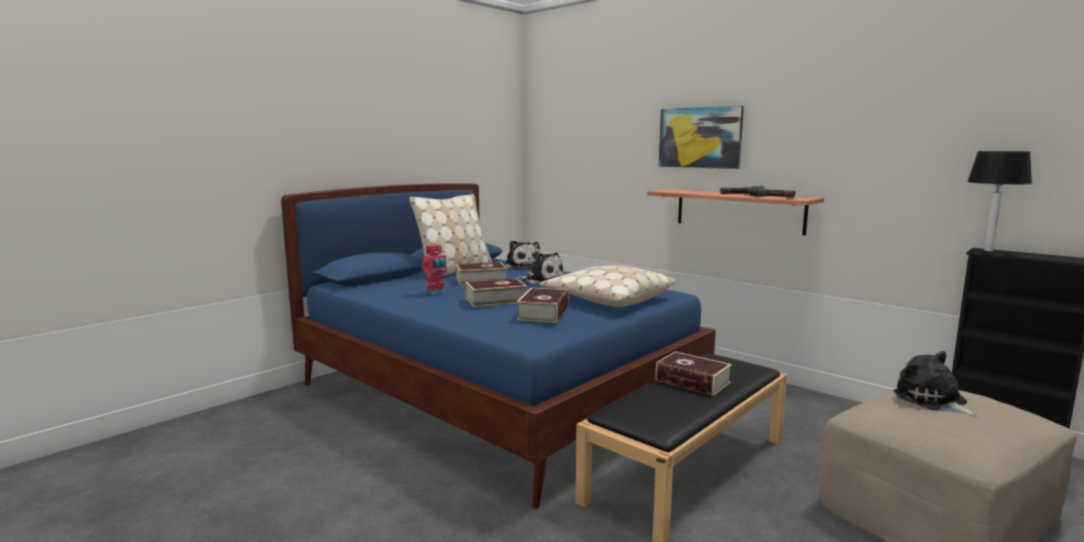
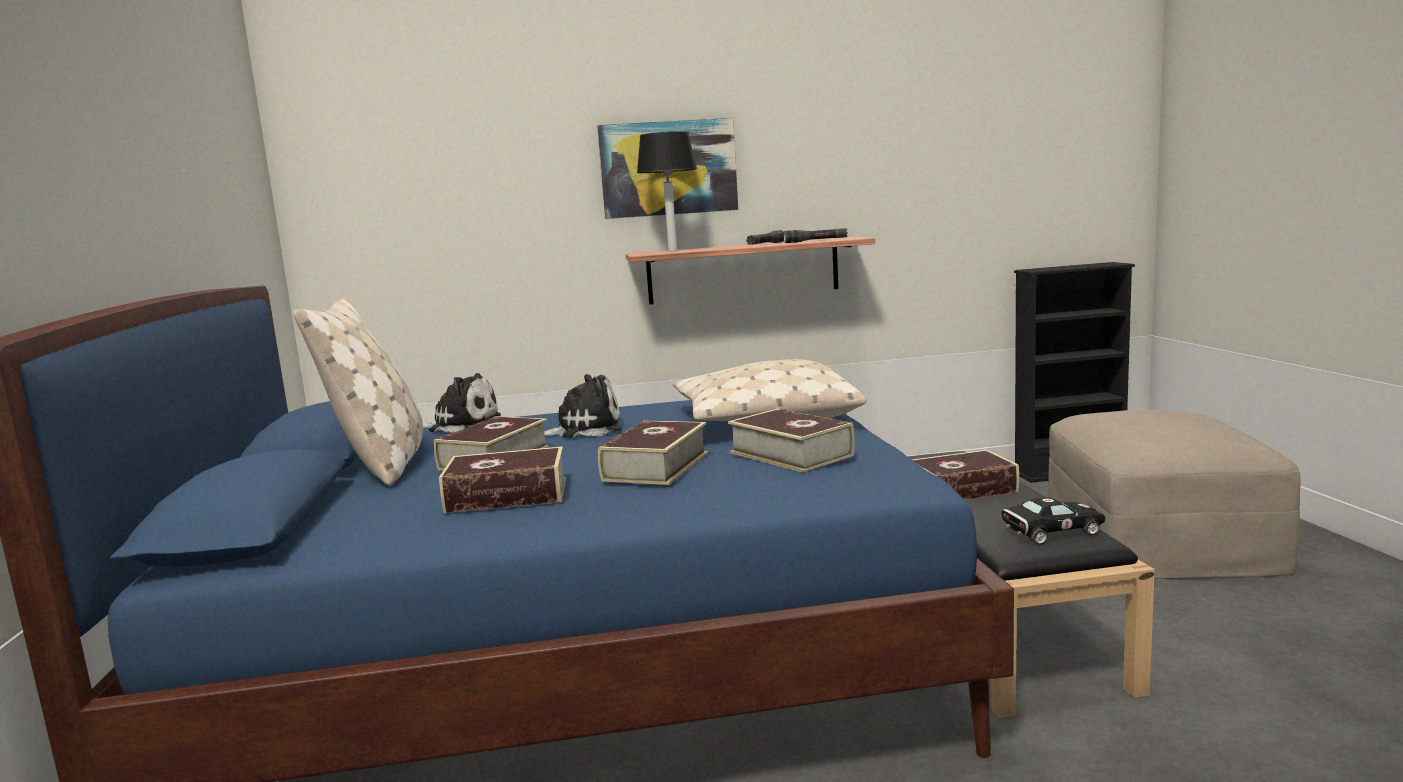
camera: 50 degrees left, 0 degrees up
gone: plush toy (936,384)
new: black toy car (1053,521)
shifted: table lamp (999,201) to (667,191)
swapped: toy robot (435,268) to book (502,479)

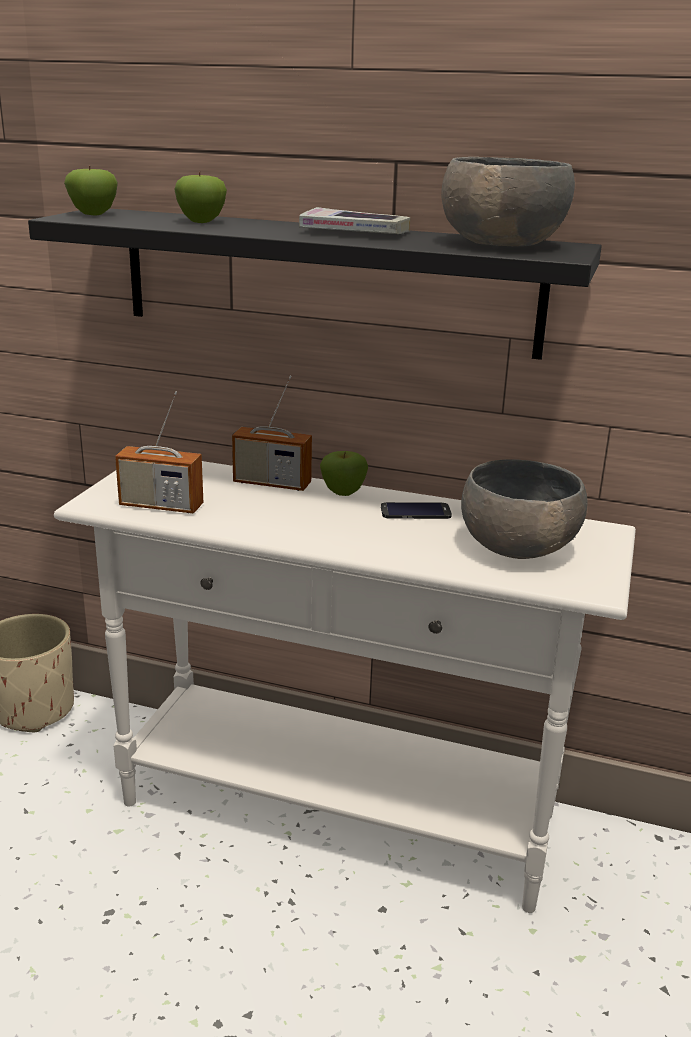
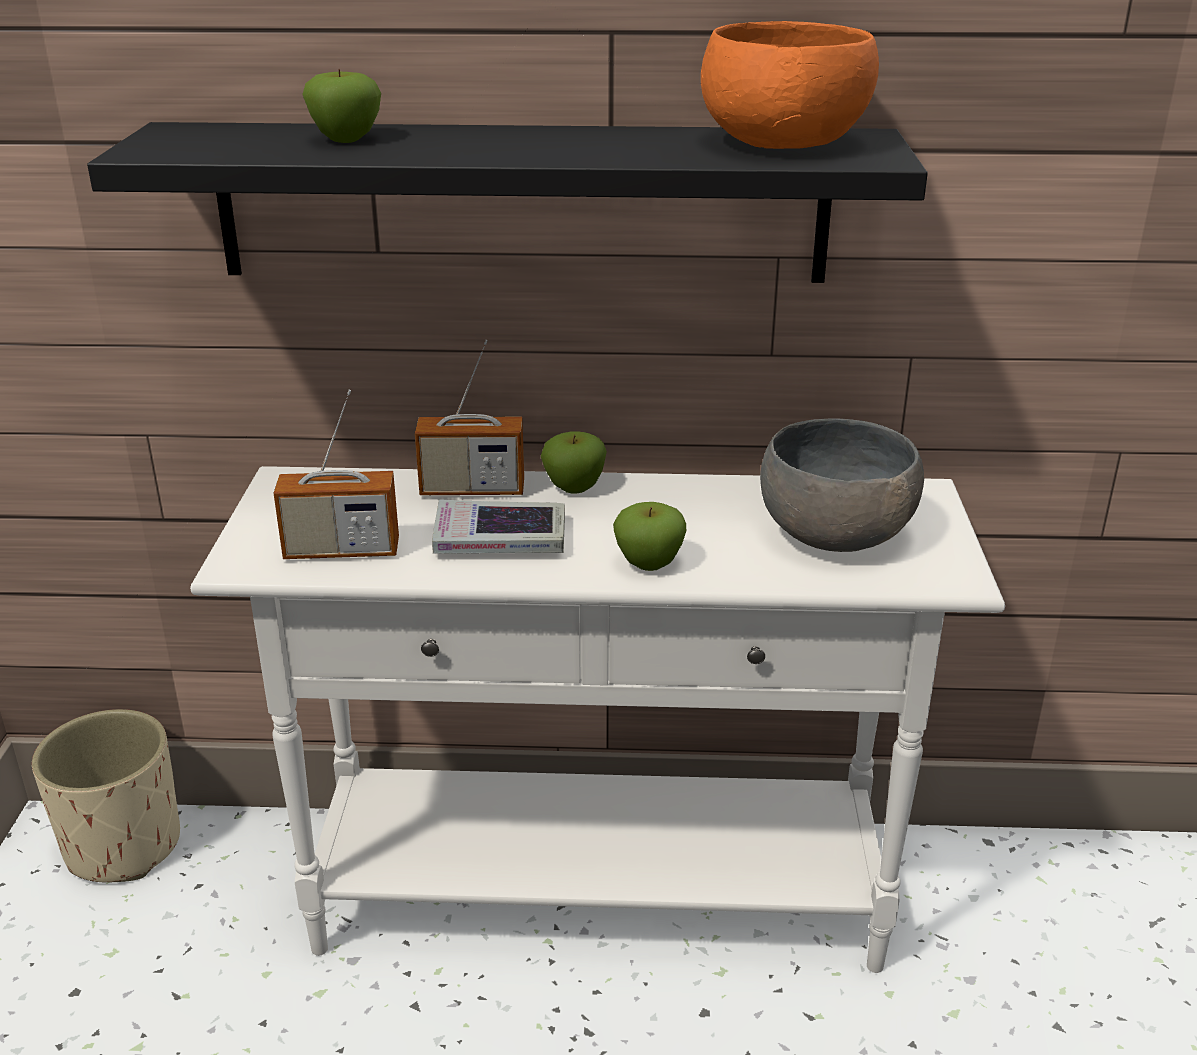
camera: 15 degrees left, 5 degrees up
gone: phone (416,510)
shifted: apple (91,190) to (649,536); book (354,220) to (498,526)
repainted: grey bowl (508,202) to orange bowl (790,85)

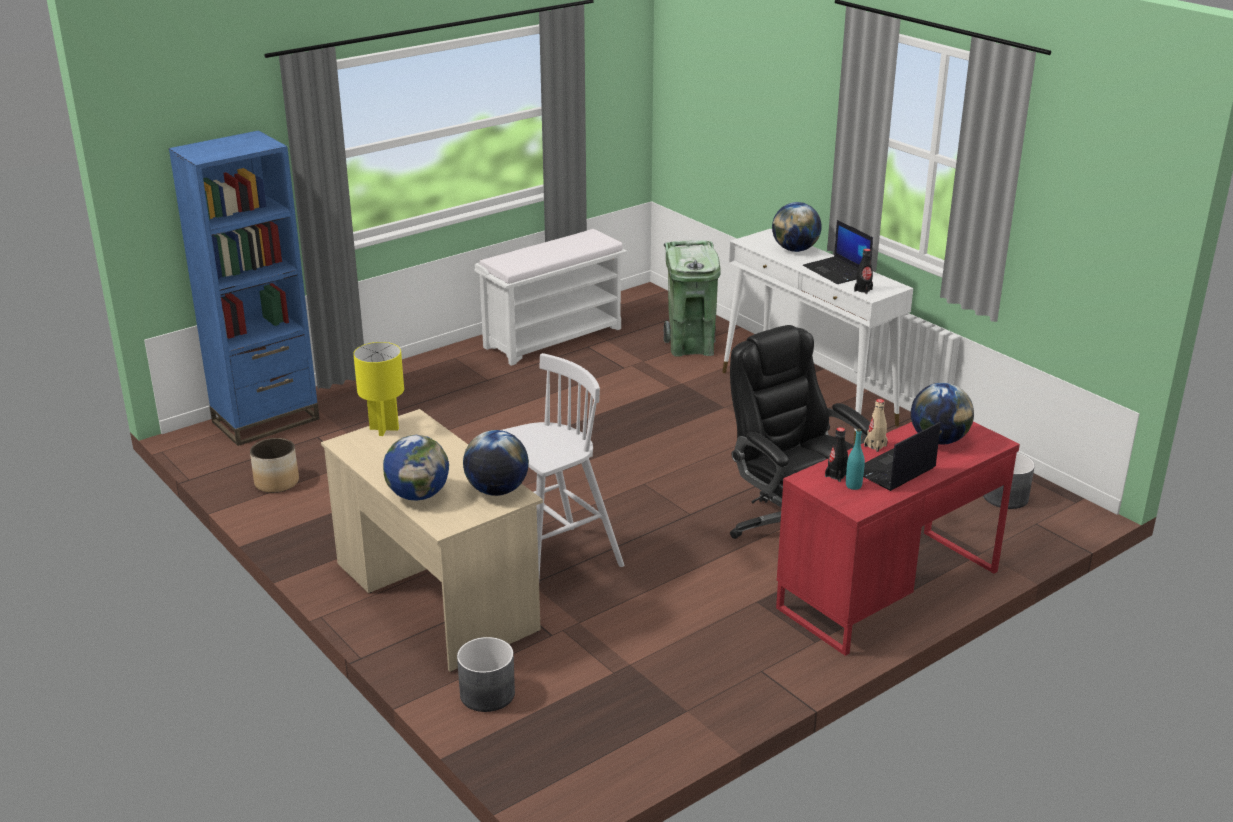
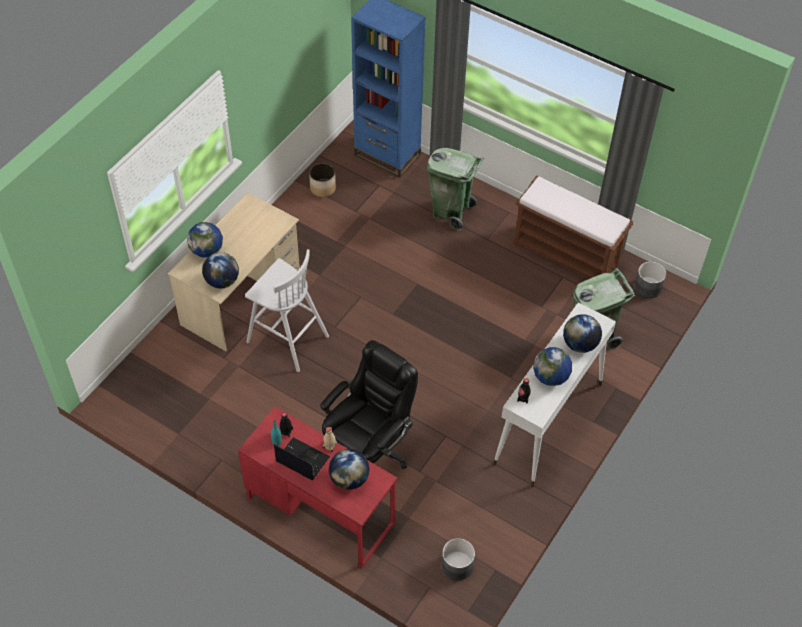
camera: 70 degrees right, 25 degrees up
gone: yellow table lamp (378,389)
new: green trash can (455,189)
shifted: grey planter (486,674) to (650,279)
swapped: laptop (838,252) to globe (552,366)
repainted: white bench (550,297) to brown bench (573,227)

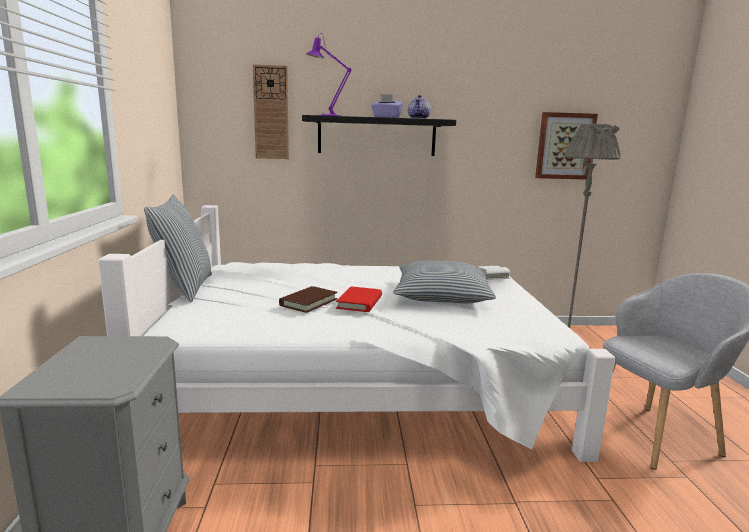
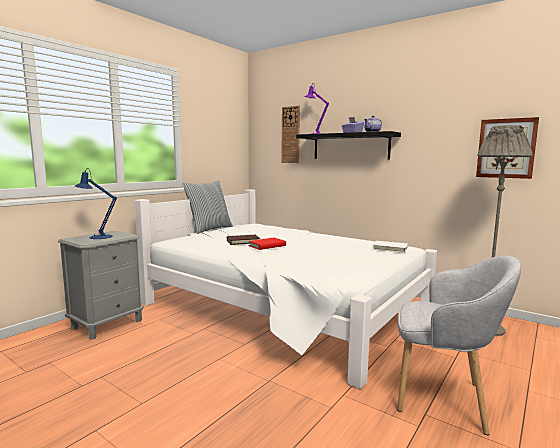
camera: 40 degrees right, 5 degrees down
gone: pillow (444,282)
new: blue table lamp (96,203)

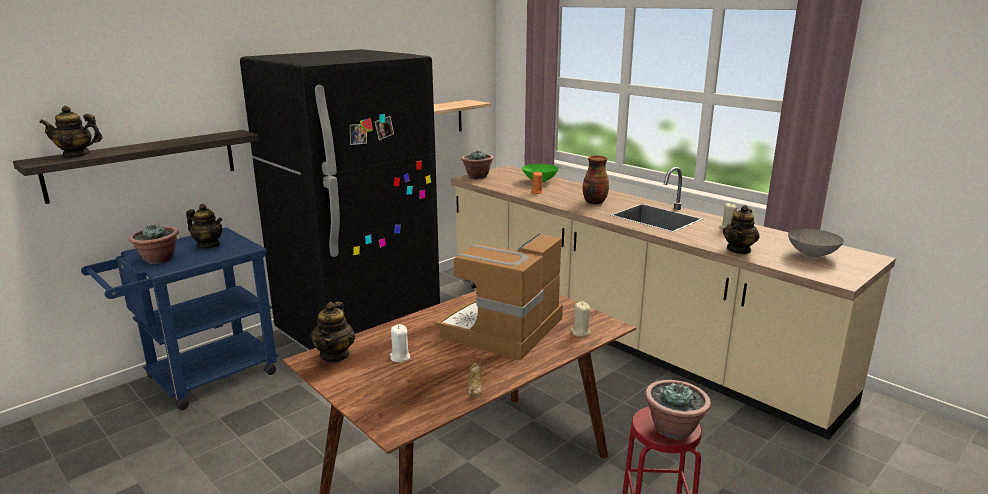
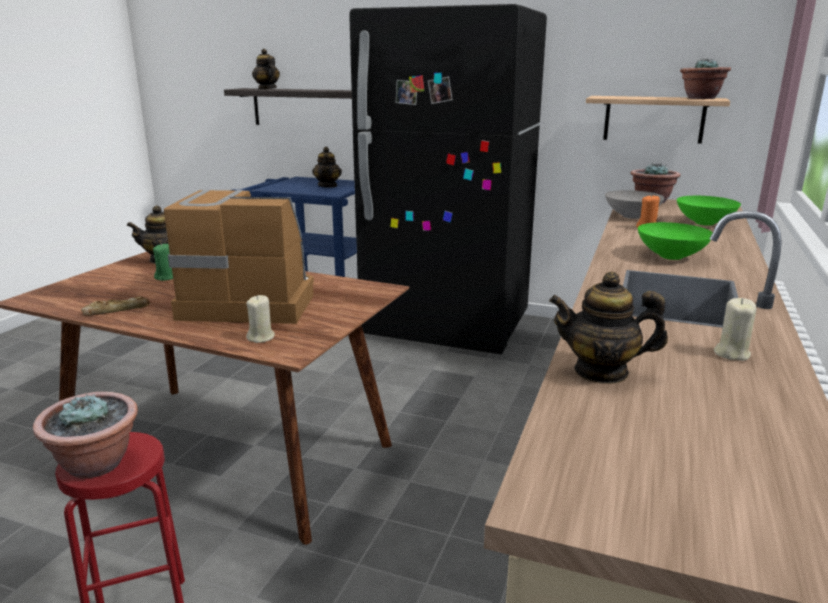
camera: 65 degrees right, 0 degrees up
shifted: potted plant (154,244) to (705,78); grey bowl (816,243) to (635,204)
swapped: vase (596,180) to green bowl (675,241)
repainted: white candle (400,343) to green candle (163,262)

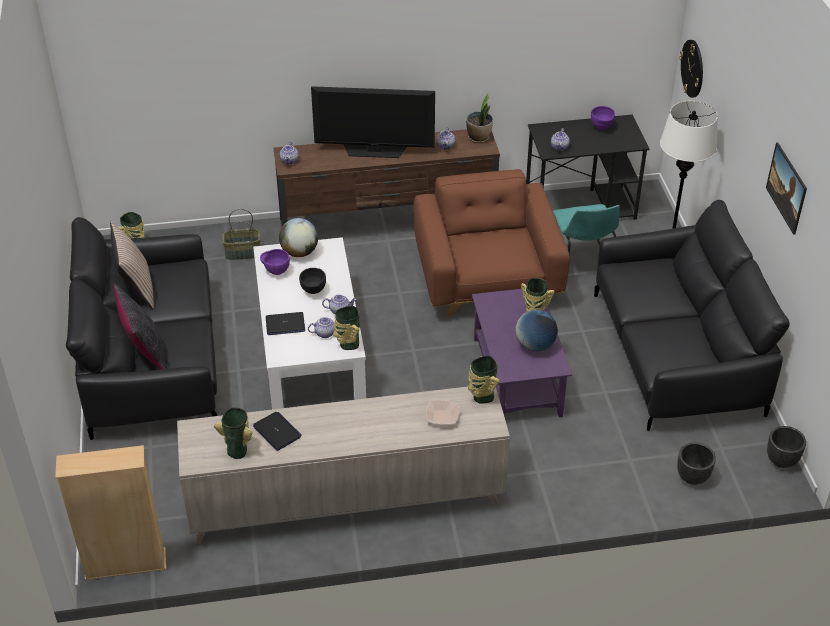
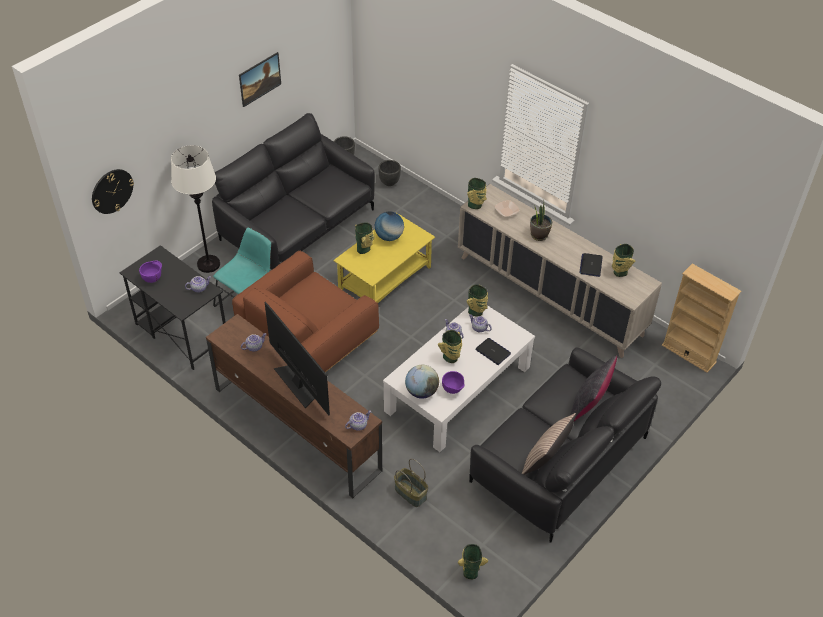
camera: 130 degrees left, 5 degrees up
shifted: potted plant (479,118) to (541,220)
swapped: black bowl (312,281) to vase (450,346)
repainted: purple coffee table (522,353) to yellow coffee table (384,258)

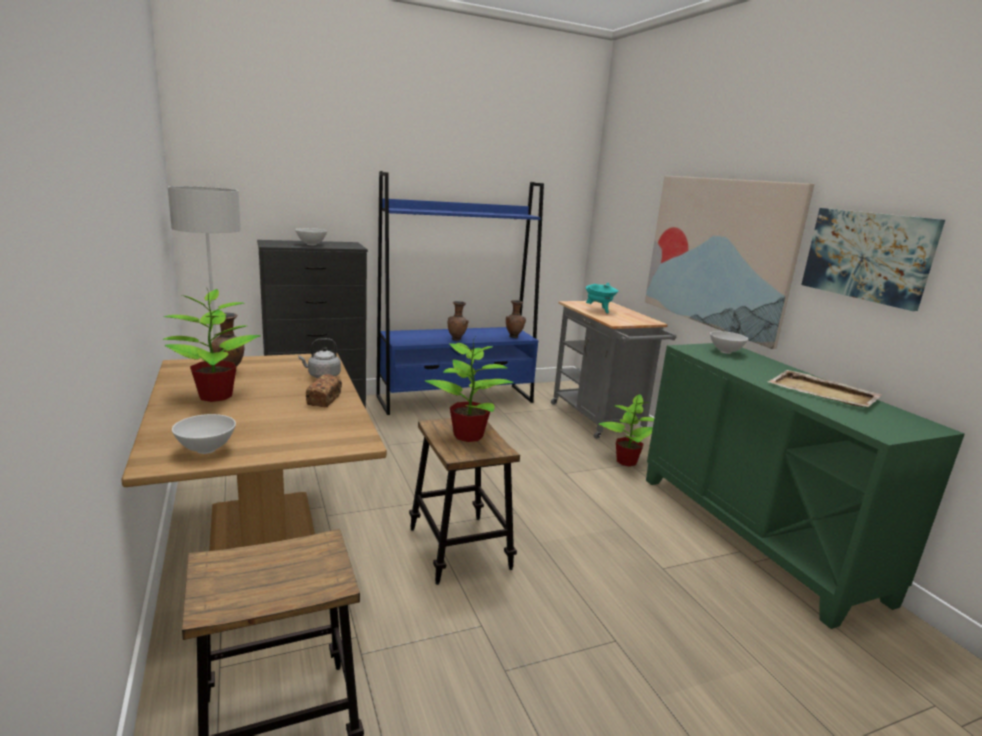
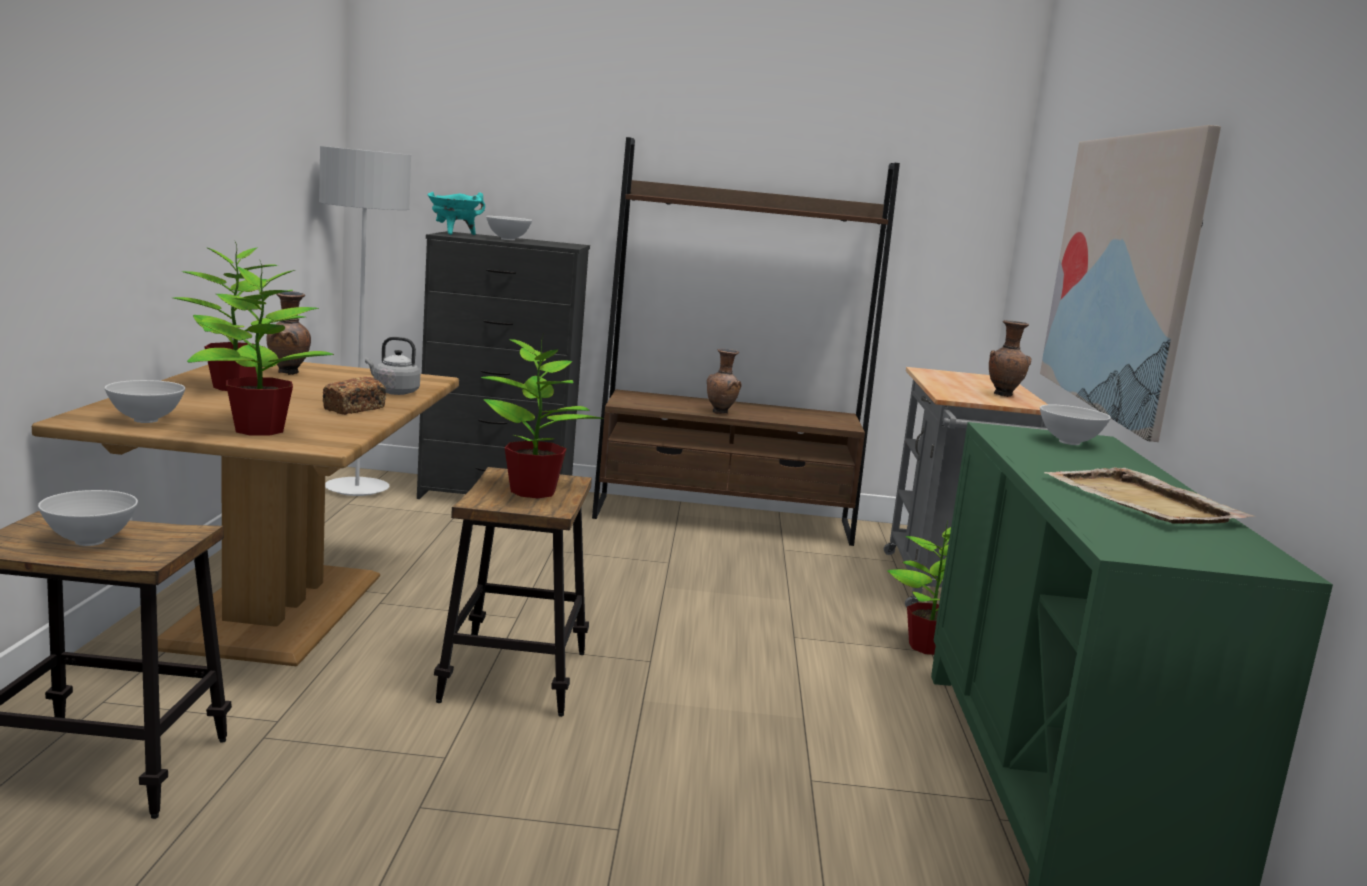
camera: 25 degrees right, 5 degrees down
gone: picture (873,259)
new: white bowl (88,518); potted plant (260,347)
shifted: brown vase (516,319) to (1010,358); turquoise cooking pot (602,298) to (456,213)
repainted: blue bookcase (460,293) to brown bookcase (746,341)

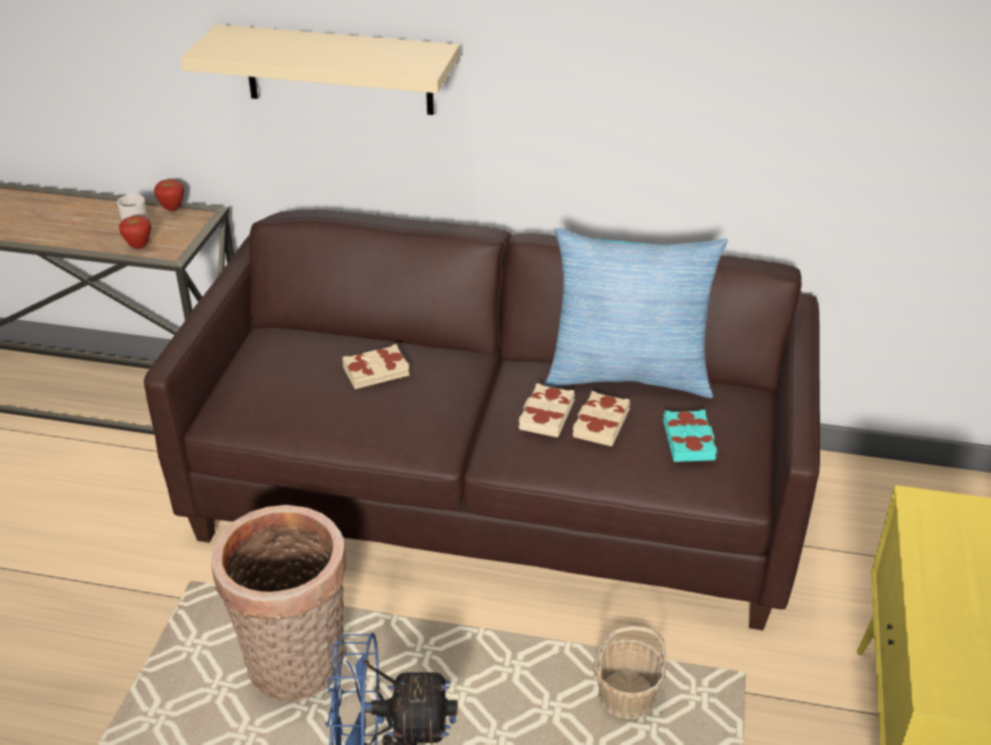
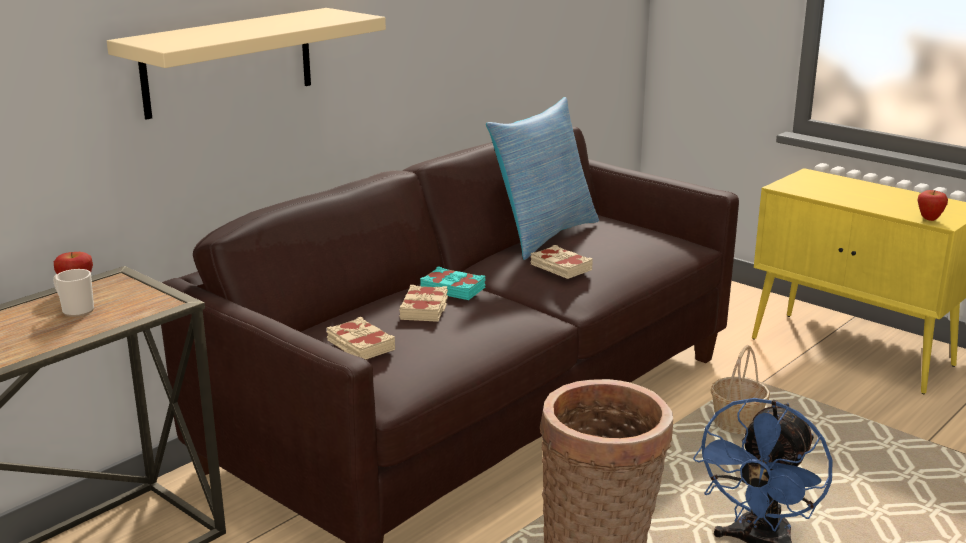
camera: 60 degrees left, 15 degrees down
shifted: apple (135,232) to (932,205); beige book (601,418) to (360,338); turquoise book (690,435) to (452,283)

